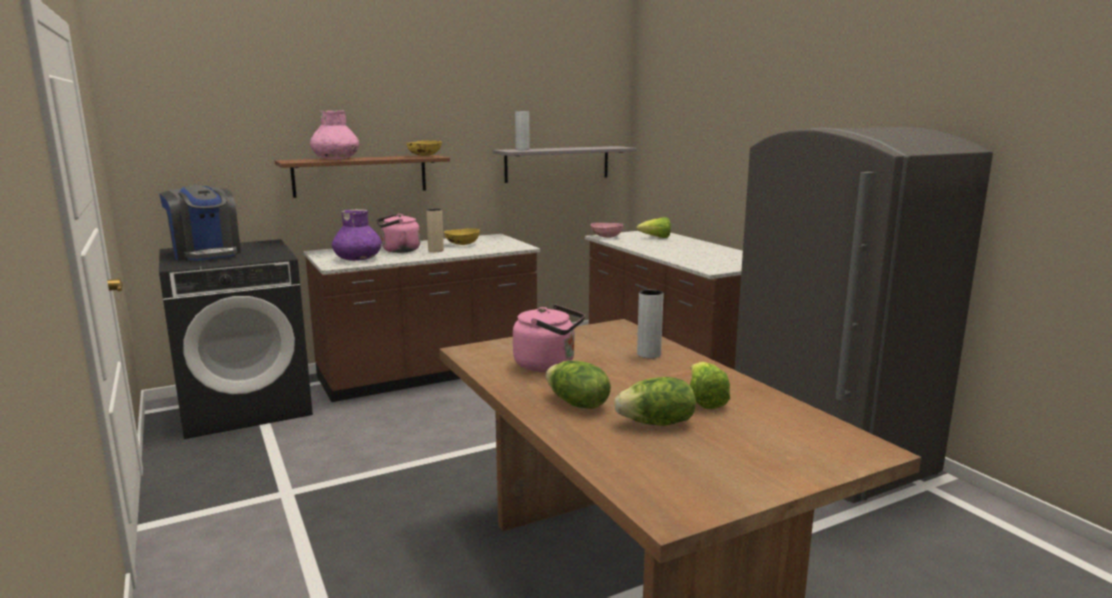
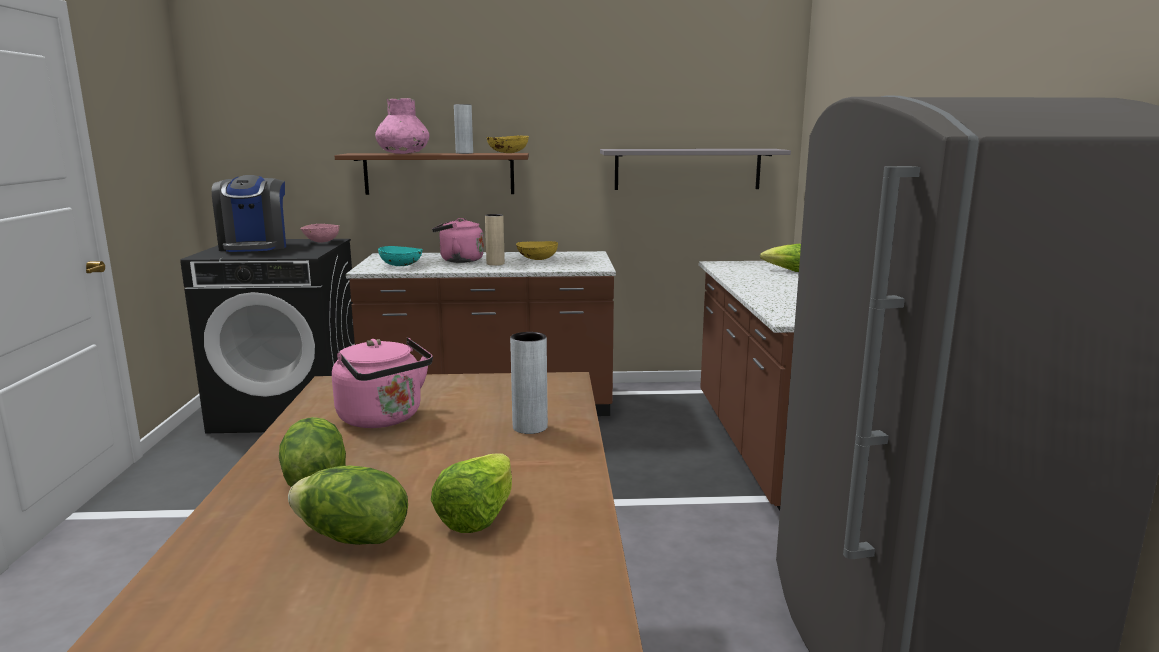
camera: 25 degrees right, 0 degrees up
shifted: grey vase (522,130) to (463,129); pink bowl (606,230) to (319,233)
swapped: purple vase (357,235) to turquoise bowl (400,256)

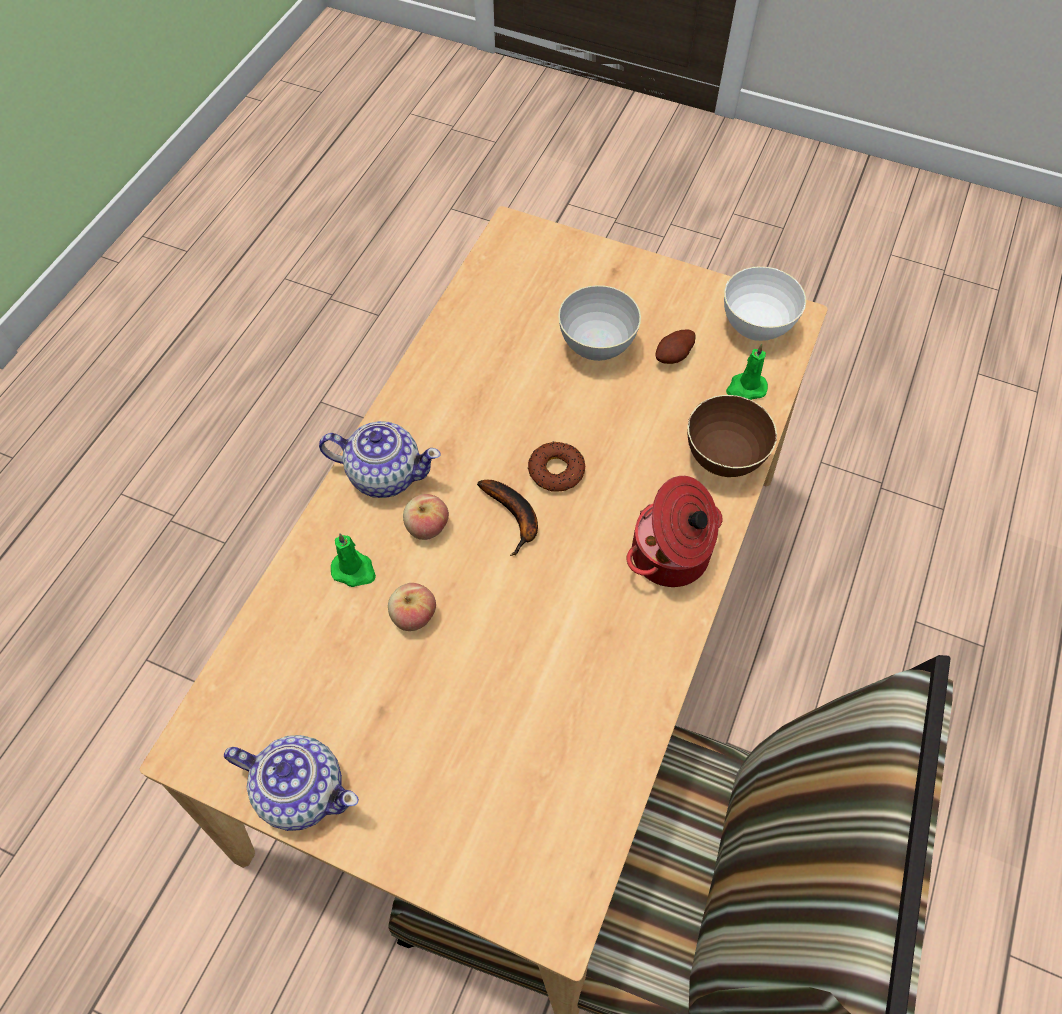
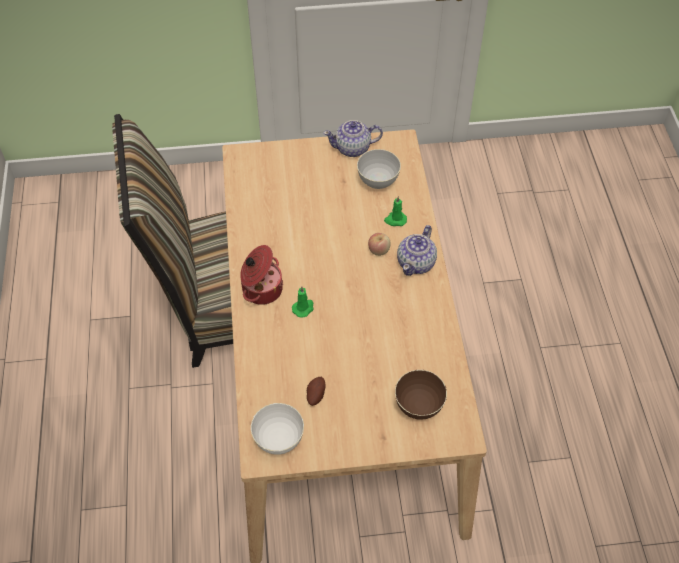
camera: 150 degrees right, 5 degrees down
gone: apple (412,607); banana (507,518); donut (556,466)
shifted: grey bowl (599,323) to (379,169); brown bowl (732,436) to (421,395); green candle (747,372) to (302,302)
rotated: teapot (380,459) = (417,250) 45 degrees counterclockwise

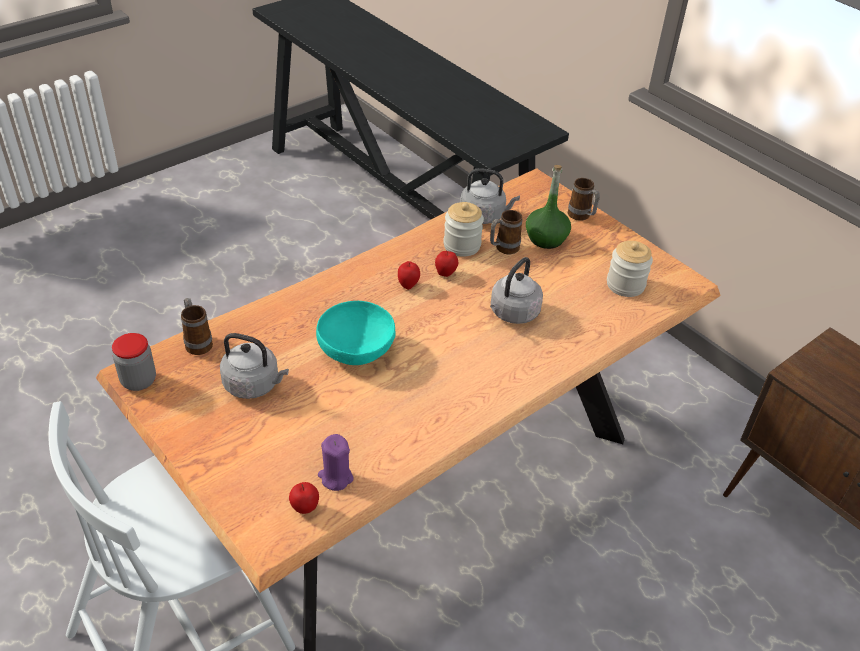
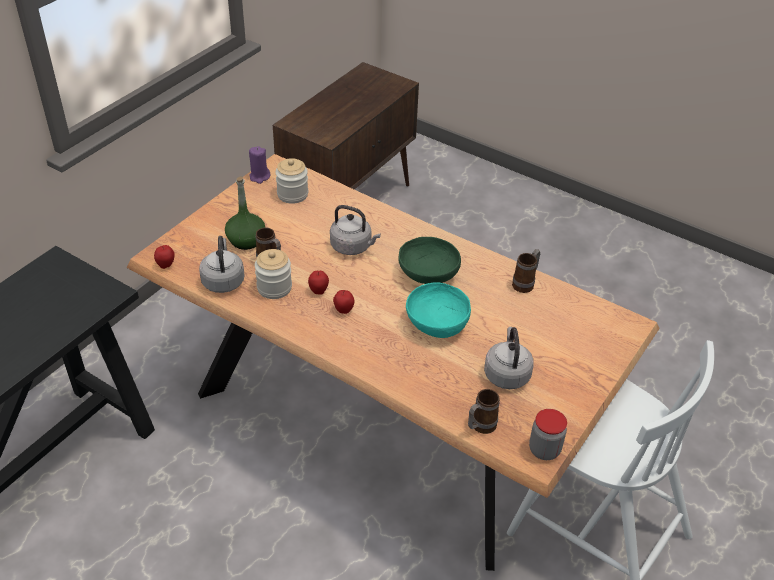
camera: 105 degrees left, 0 degrees up
new: green bowl (429,260)
shifted: apple (304,498) to (164,257); purple candle (336,462) to (259,165); mug (584,199) to (526,271)

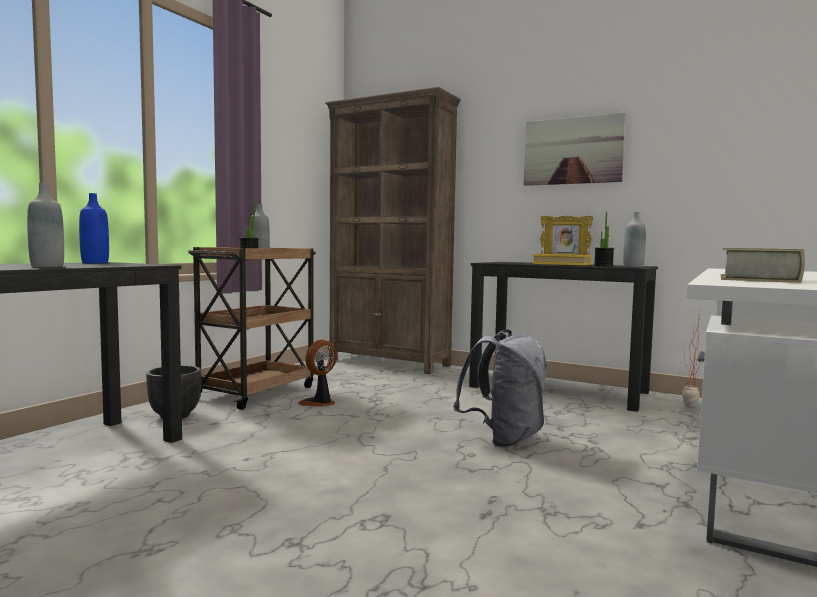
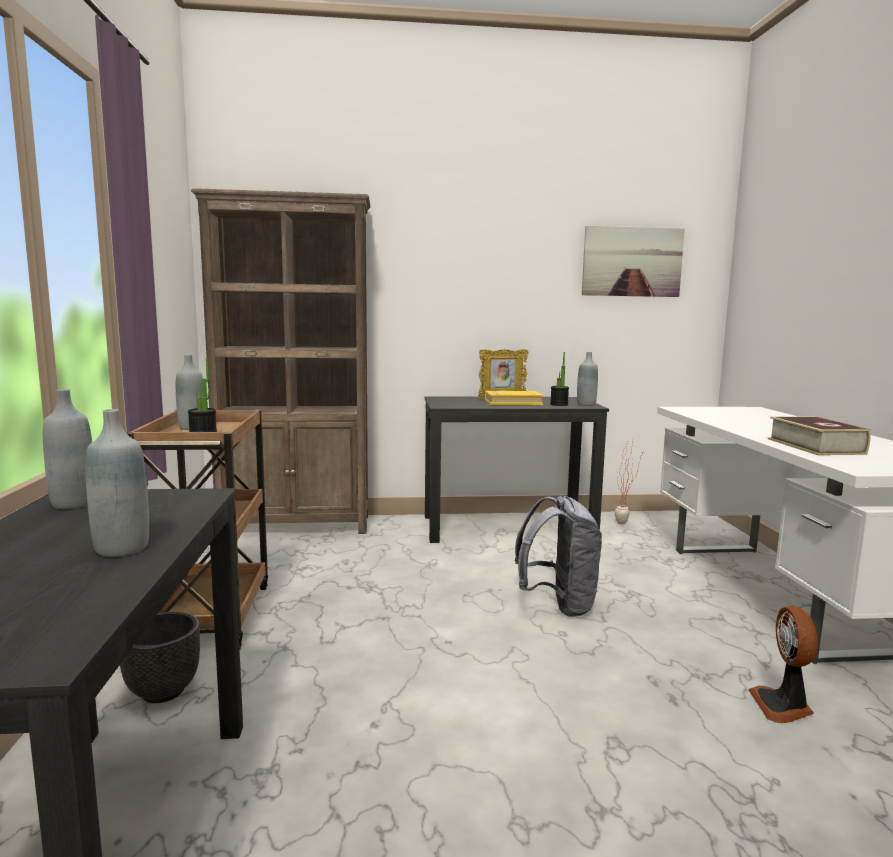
camera: 35 degrees left, 5 degrees up
shifted: fan (317,373) to (783,664); picture (575,149) to (633,261)
repainted: blue bottle (94,228) to grey bottle (67,449)

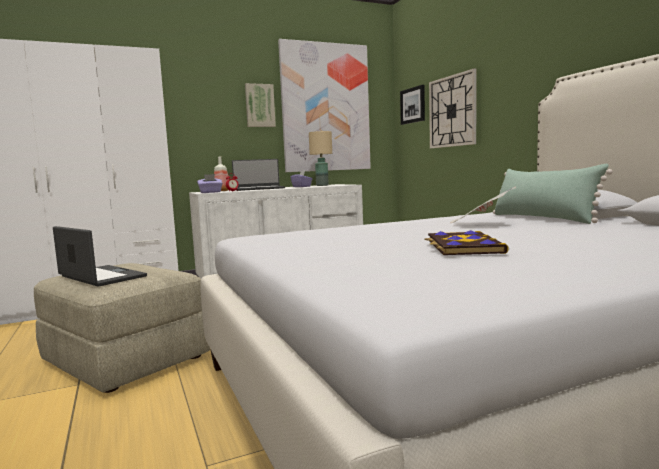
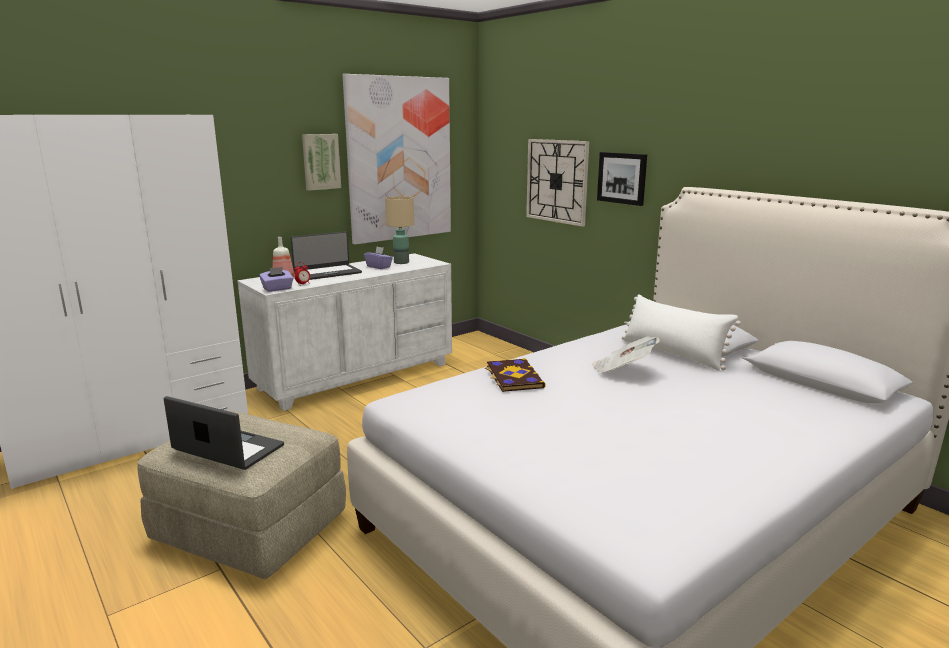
camera: 15 degrees left, 10 degrees up
shifted: picture (412,105) to (622,179); book (466,242) to (515,375)
repainted: green pillow (553,194) to white pillow (681,332)

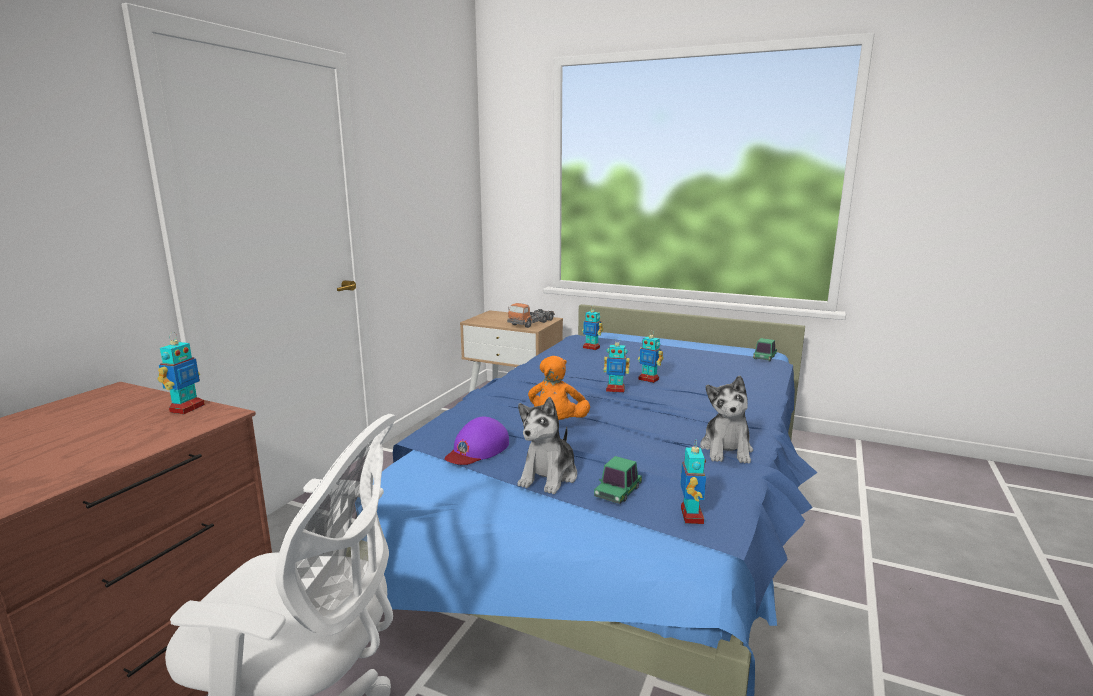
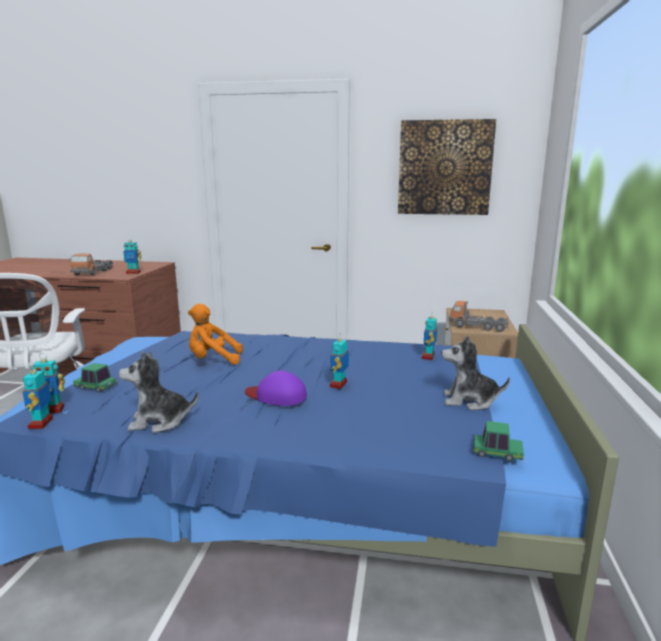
camera: 75 degrees right, 0 degrees up
new: toy truck (91,264); picture (447,167)
shifted: purple cap (477,441) to (276,388); plush toy (547,445) to (475,373); toy robot (617,365) to (38,396)

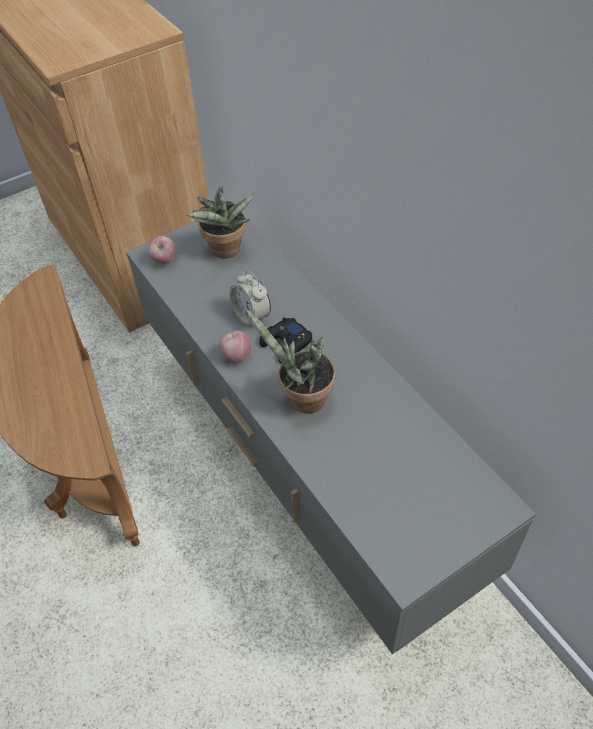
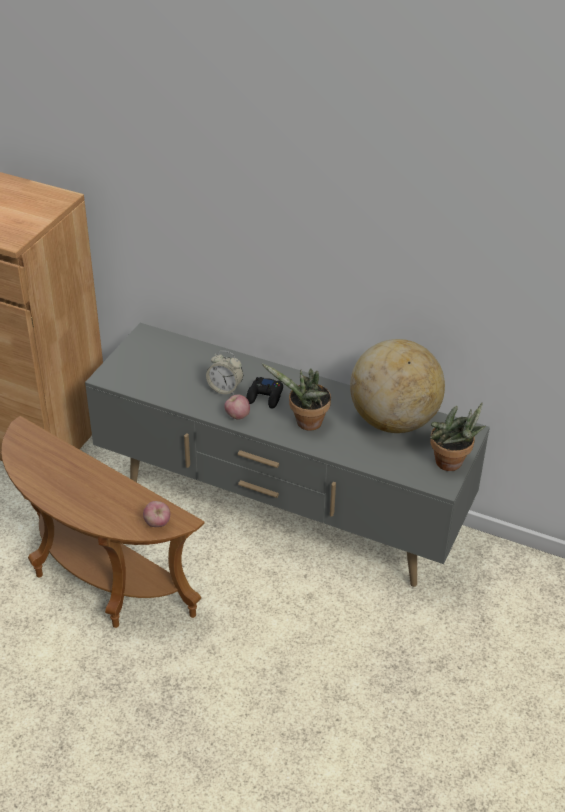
camera: 35 degrees left, 10 degrees down
new: globe (397,386)
shifted: apple (162,250) to (156,514); potted plant (220,222) to (458,436)

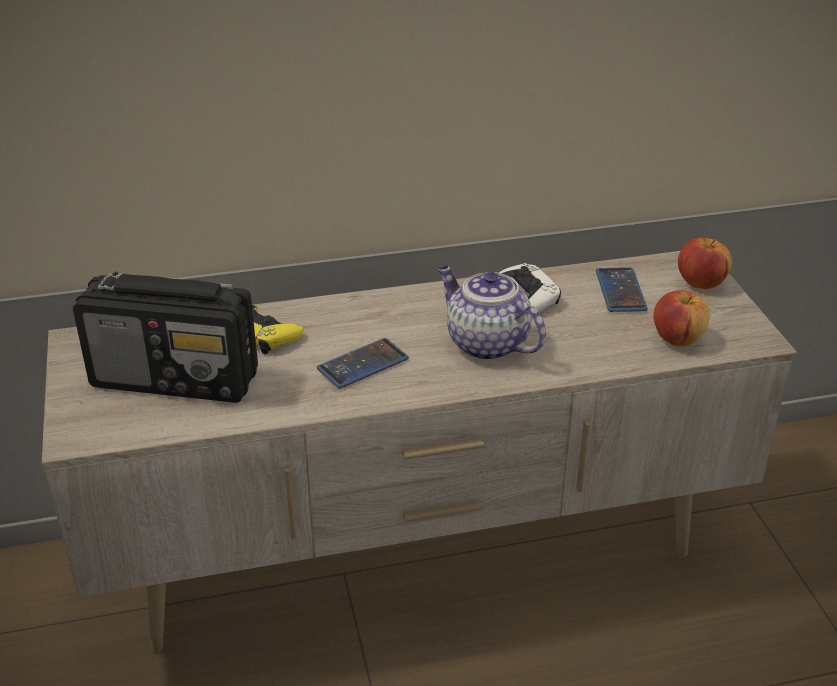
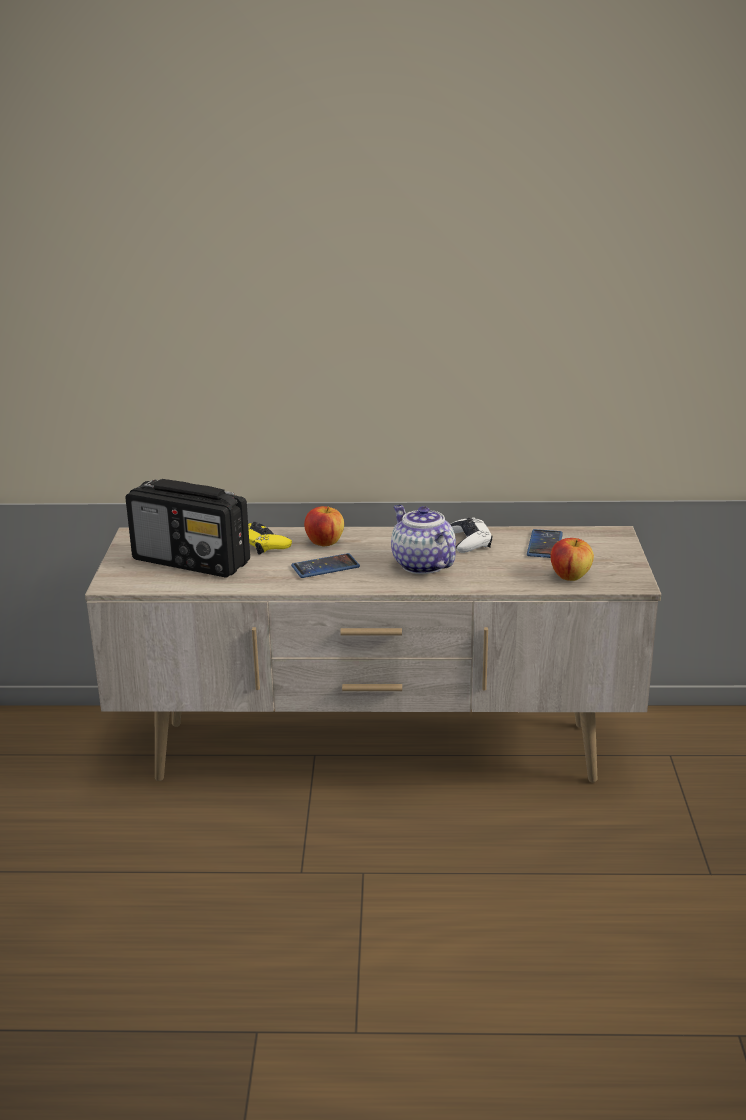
camera: 15 degrees right, 10 degrees down
shifted: apple (705,263) to (324,526)

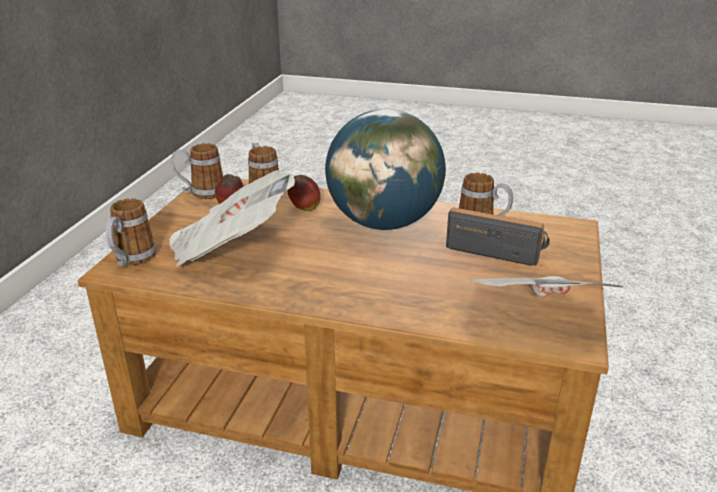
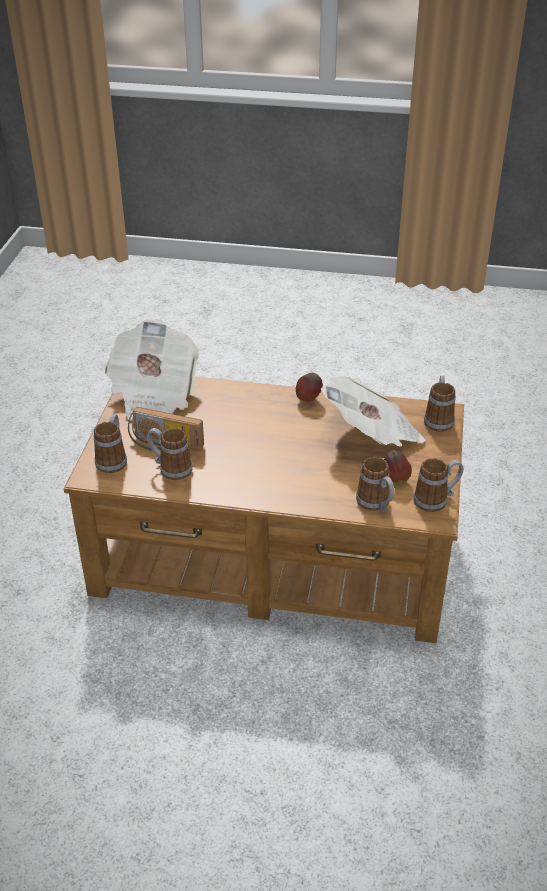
camera: 175 degrees right, 10 degrees up
gone: globe (385,169)
new: mug (110,443)
shifted: apple (304,193) to (309,387)

